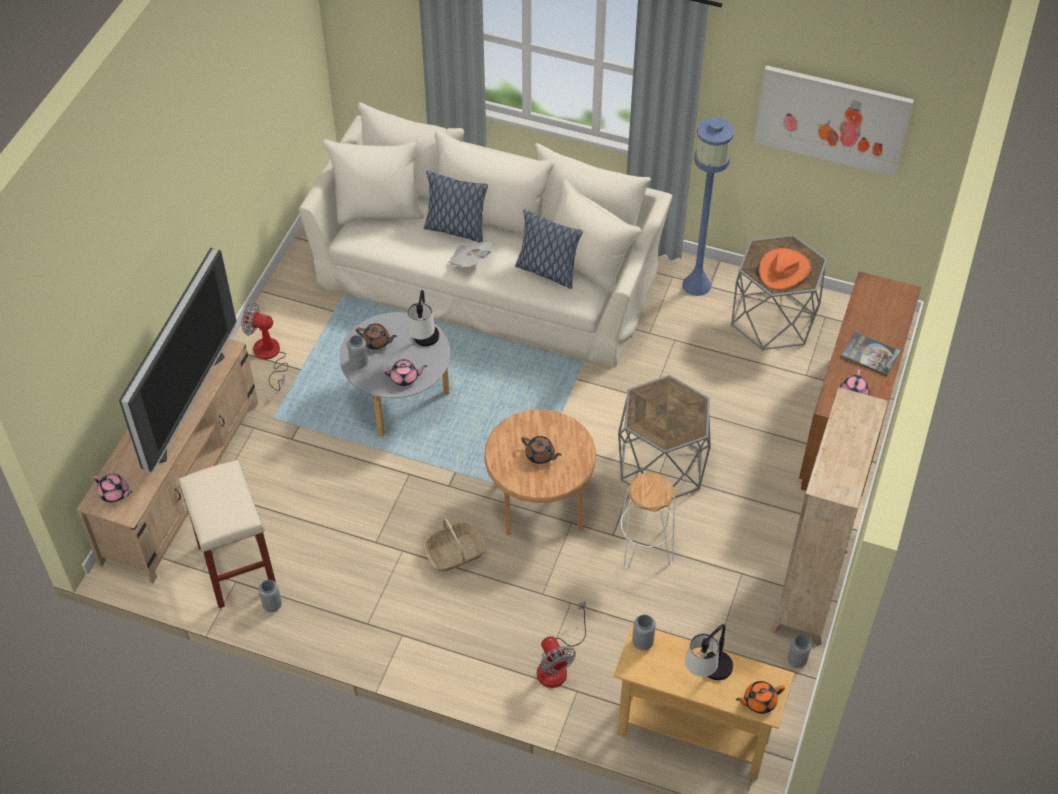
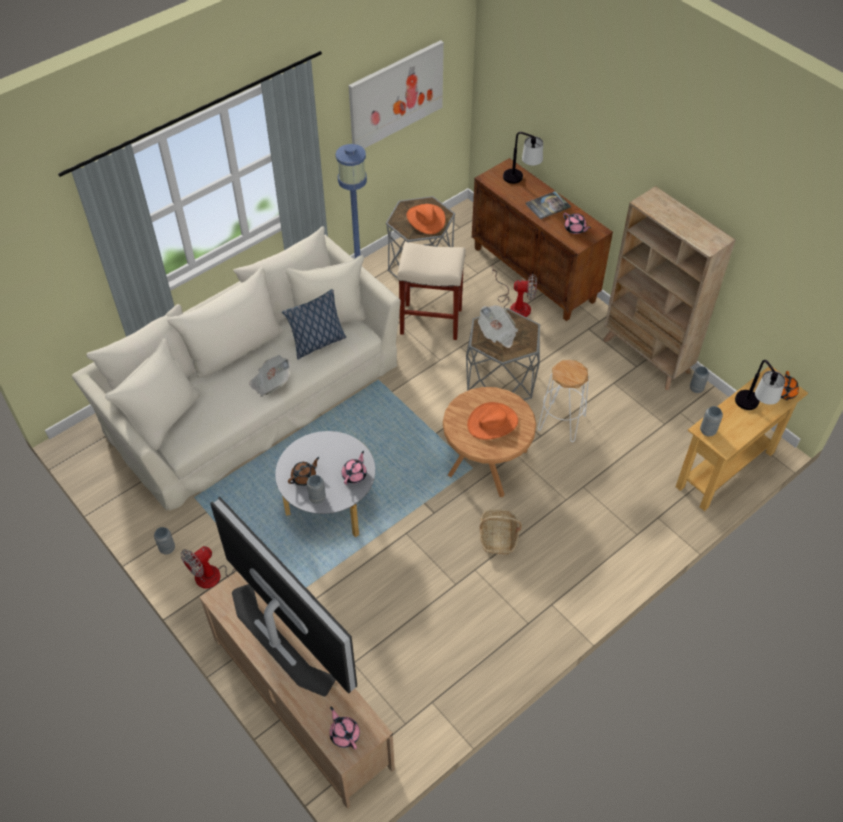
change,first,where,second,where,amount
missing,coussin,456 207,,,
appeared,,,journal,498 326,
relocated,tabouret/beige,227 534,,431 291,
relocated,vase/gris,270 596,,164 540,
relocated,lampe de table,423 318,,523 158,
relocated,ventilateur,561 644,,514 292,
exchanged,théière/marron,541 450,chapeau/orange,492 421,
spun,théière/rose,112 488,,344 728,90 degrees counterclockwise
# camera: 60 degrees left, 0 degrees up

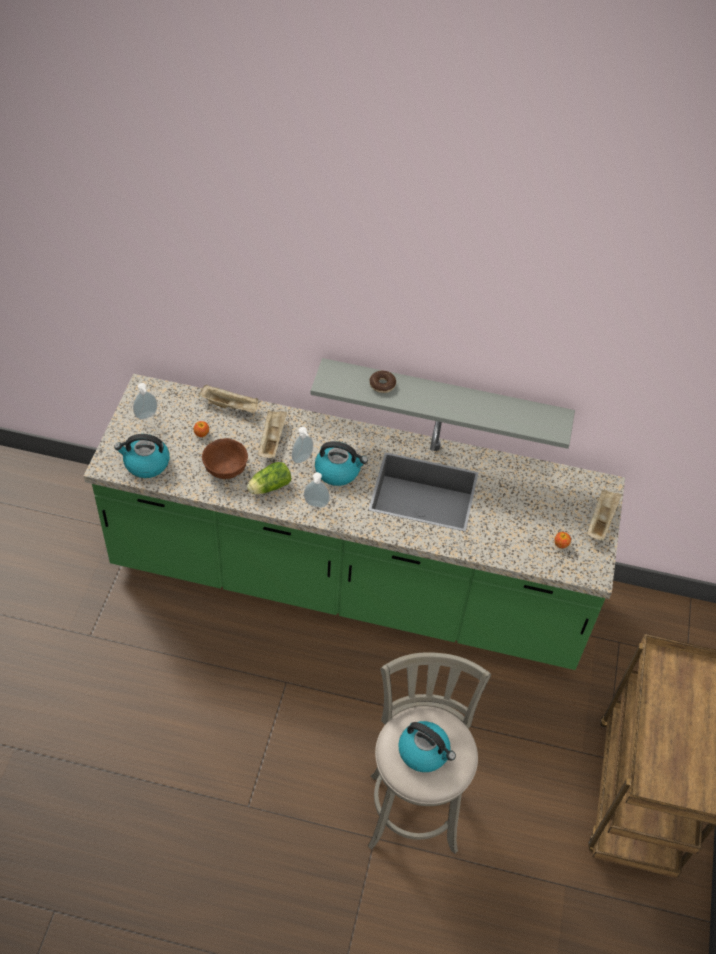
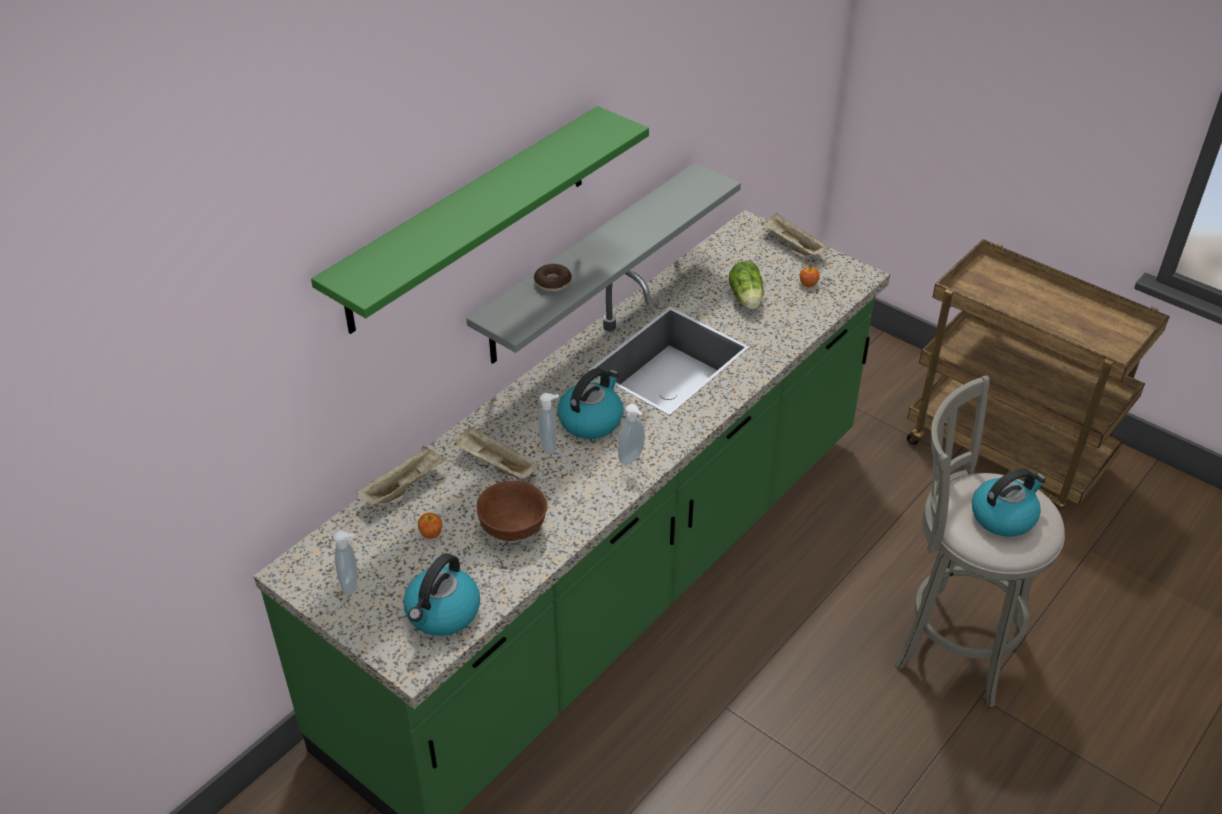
change,first,where,second,where,amount
appeared,,,étagère/vert,480 220,
relocated,laitue,269 478,,746 285,
# camera: 60 degrees left, 10 degrees down

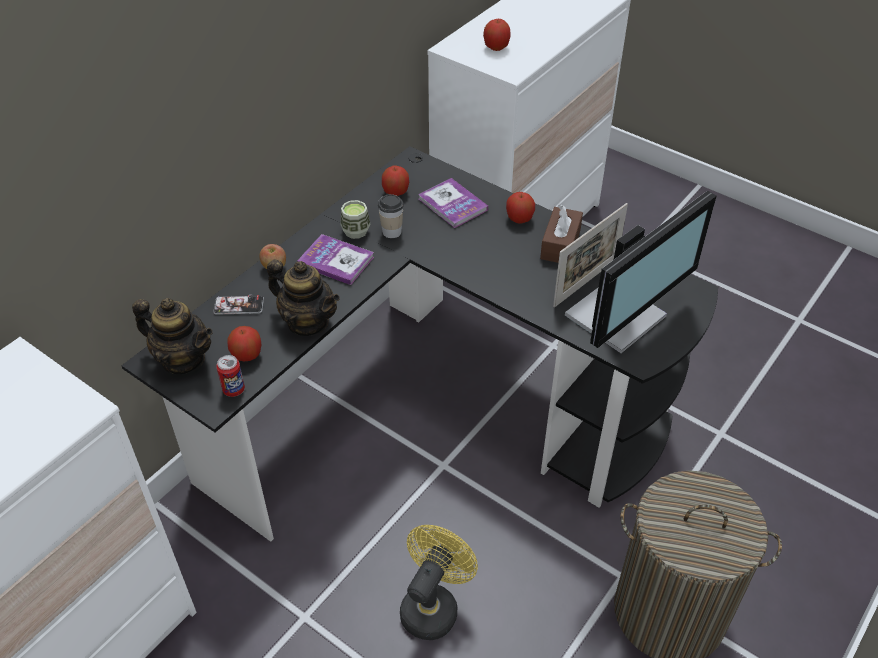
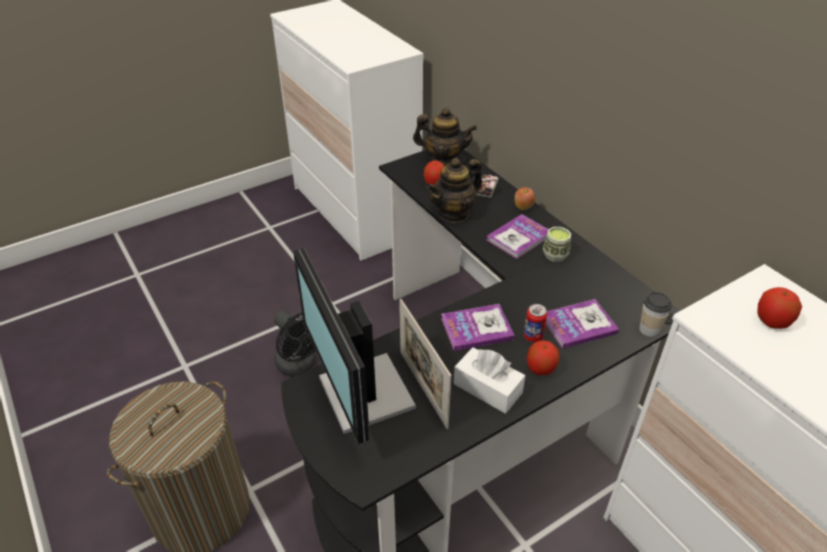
change,first,where,second,where,amount
missing,pomme,395 181,,,
appeared,,,livre,478 327,
relocated,boîte métallique,230 376,,535 323,
relocated,tasse,391 216,,655 314,
colour,ventilateur/jaune,439 582,ventilateur/noir,295 343,
colour,boîte à mouchoirs/marron,561 234,boîte à mouchoirs/blanc,489 380,
spun,théière,172 336,,445 136,120 degrees counterclockwise
# camera: 110 degrees right, 5 degrees down

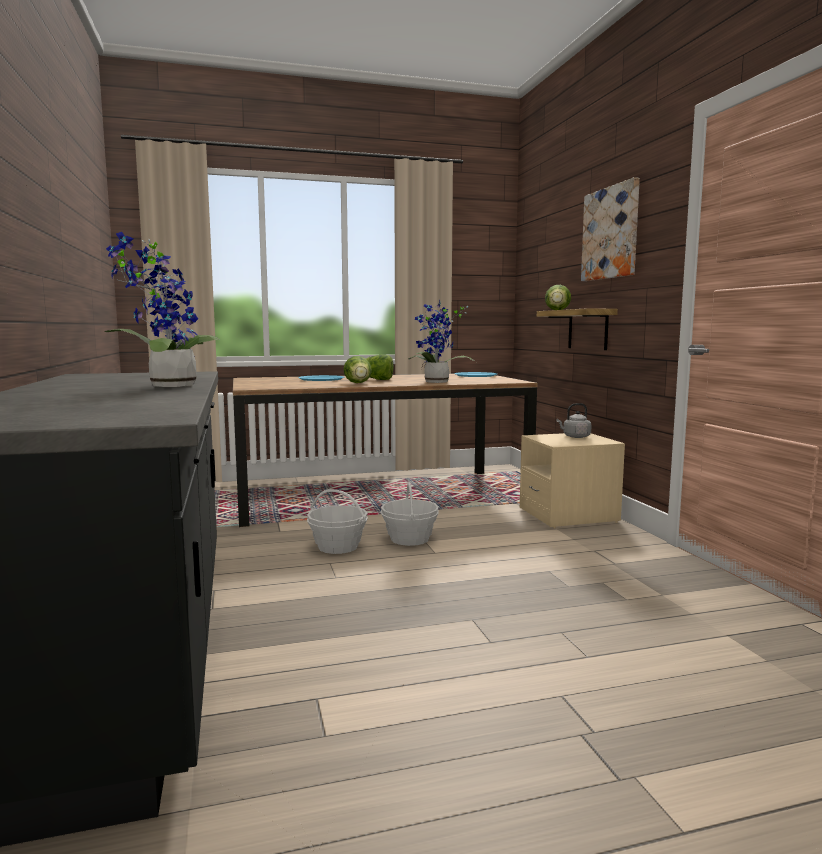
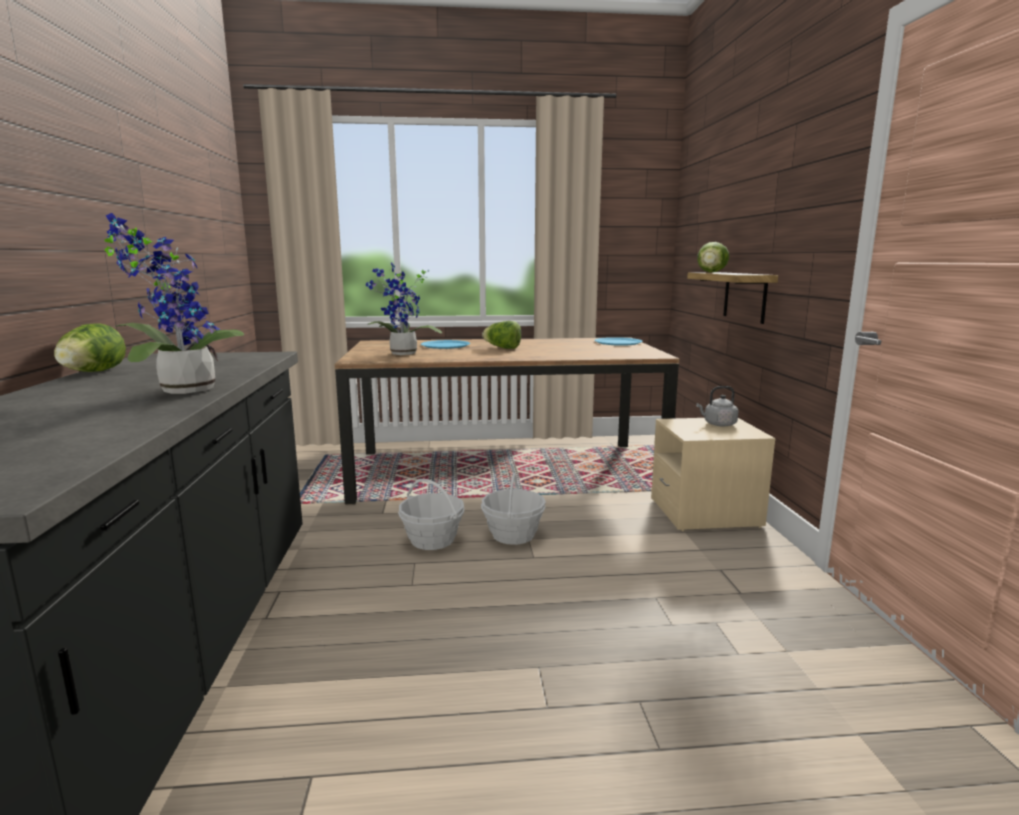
change,first,where,second,where,amount
missing,tableau,610 229,,,
relocated,laitue,357 369,,90 347,
relocated,plante en pot,442 341,,404 308,
# camera: 10 degrees right, 5 degrees up

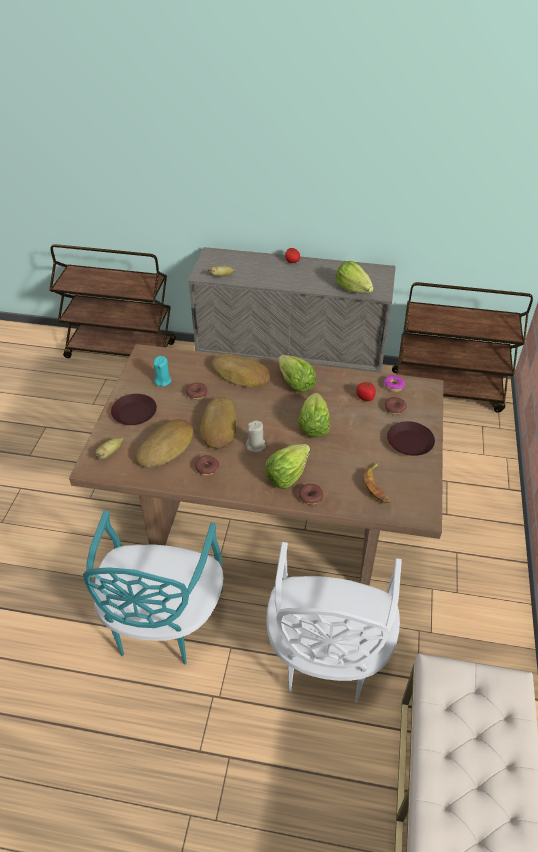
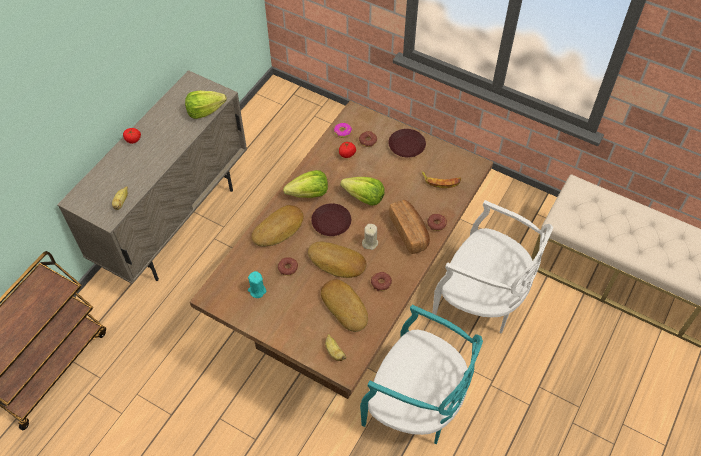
change,first,where,second,where,amount
missing,chariot/marron,462 347,,,
relocated,assiette/marron,134 409,,331 219,
exchanged,laitue,287 466,pain,409 227,
# camera: 70 degrees left, 10 degrees up

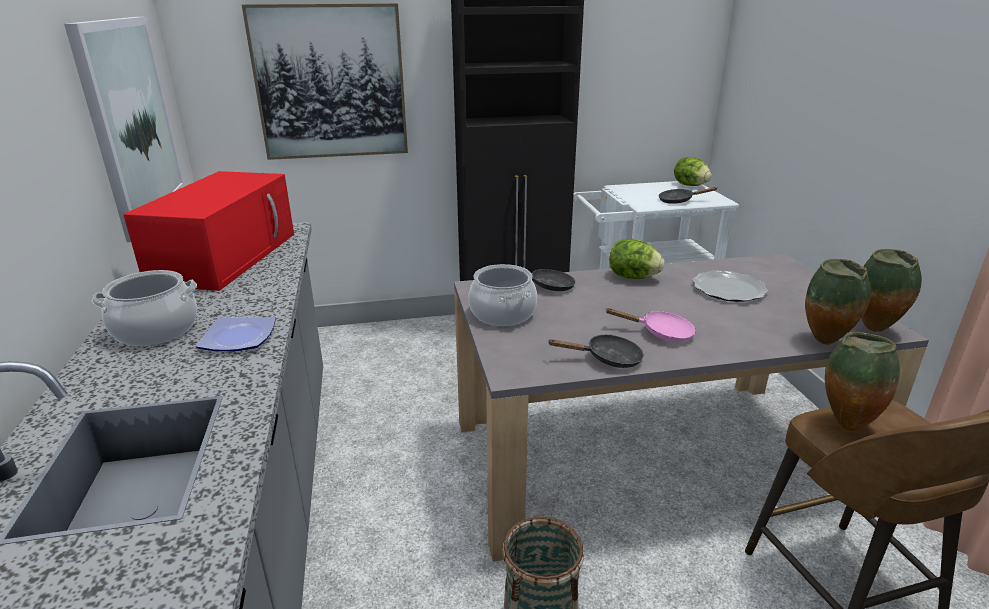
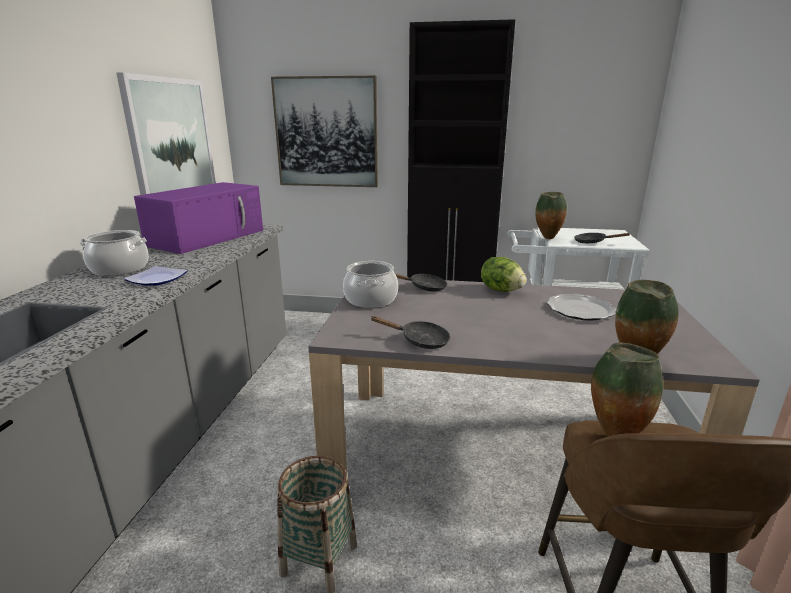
change,first,where,second,where,amount
missing,poêle/rose,651 325,,,
missing,laitue,693 171,,,
relocated,vase,891 290,,551 215,
colour,micro-ondes/rouge,208 231,micro-ondes/violet,198 218,
# camera: 20 degrees right, 5 degrees down

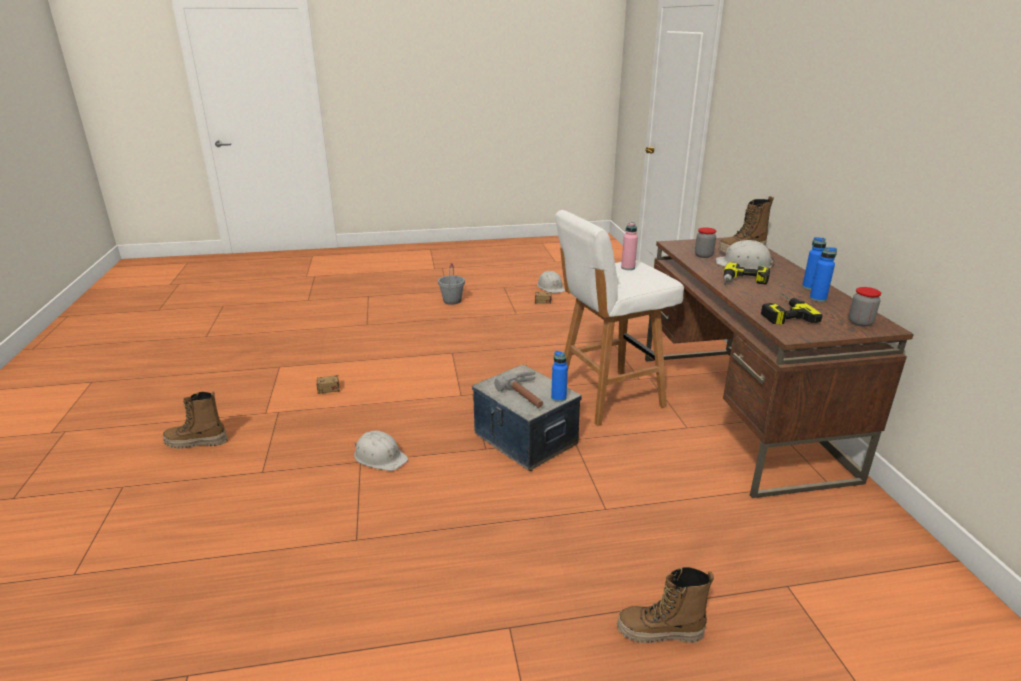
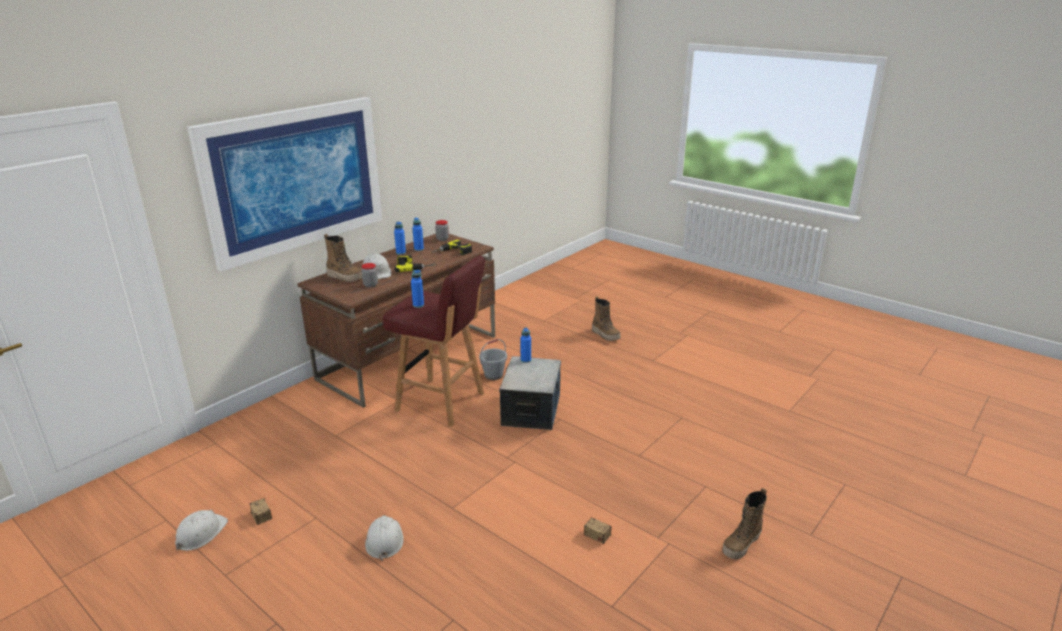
change,first,where,second,where,amount
missing,marteau,518 389,,,
appeared,,,tableau,284 184,
relocated,casque de chantier/blanc,381 451,,384 538,
relocated,seau/gris,451 284,,493 359,
colour,tabouret/blanc,619 318,tabouret/rouge,434 341,
colour,bouteille/rose,629 246,bouteille/bleu,417 289,
spun,botte,195 420,,744 524,90 degrees clockwise
# camera: 130 degrees left, 0 degrees up

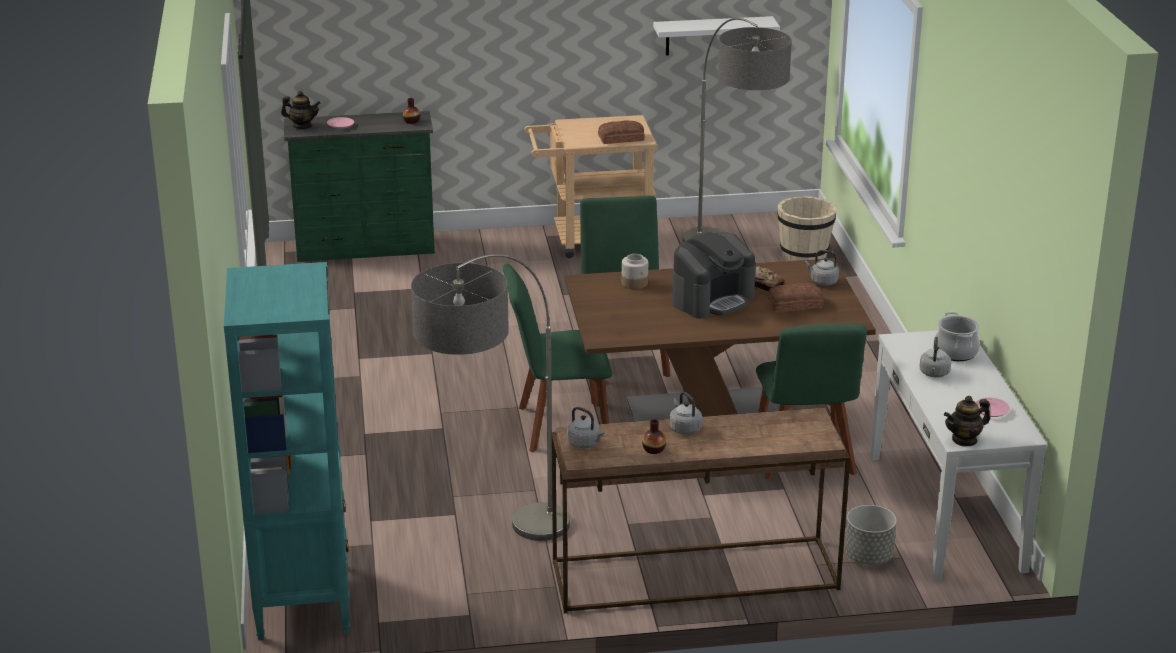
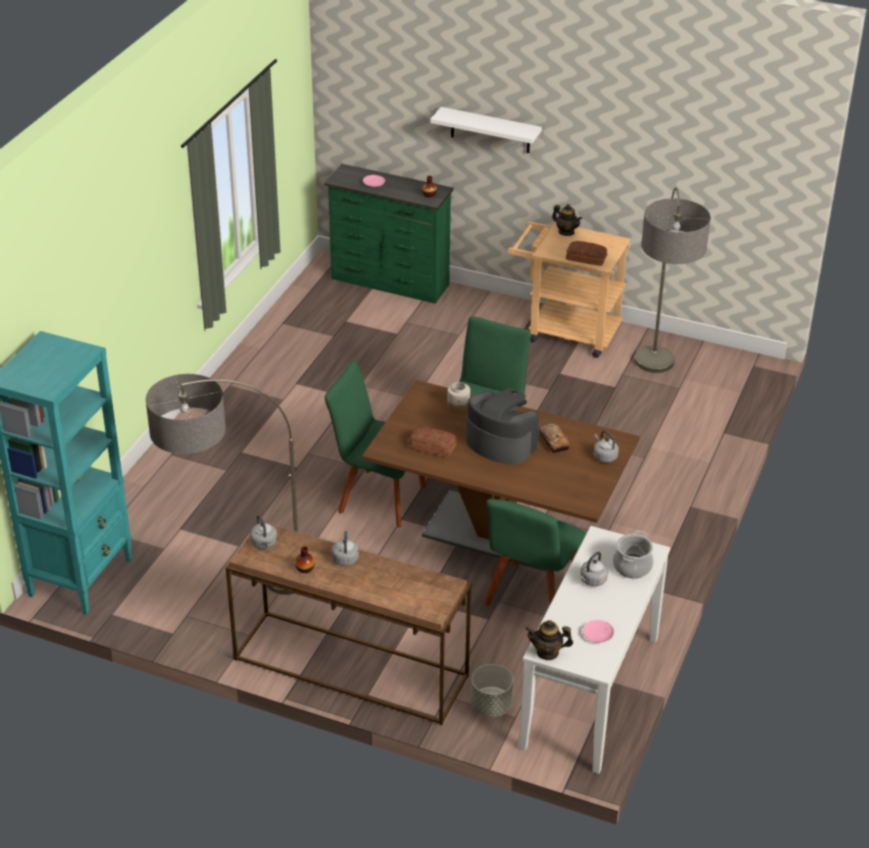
change,first,where,second,where,amount
missing,seau/beige,807 228,,,
relocated,théière,301 110,,567 220,
relocated,étagère/blanc,716 35,,486 130,
relocated,pain,795 297,,432 442,
spun,machine à café,714 275,,503 426,135 degrees counterclockwise
# camera: 30 degrees right, 10 degrees up

